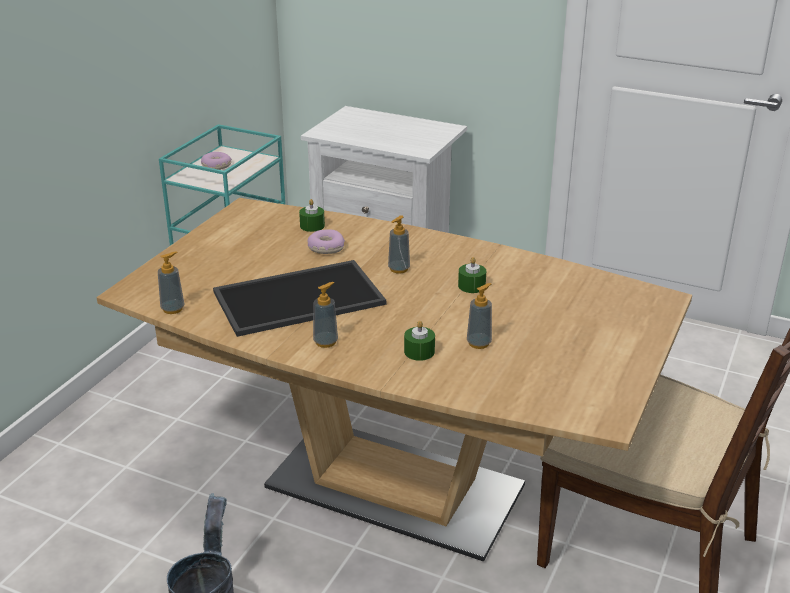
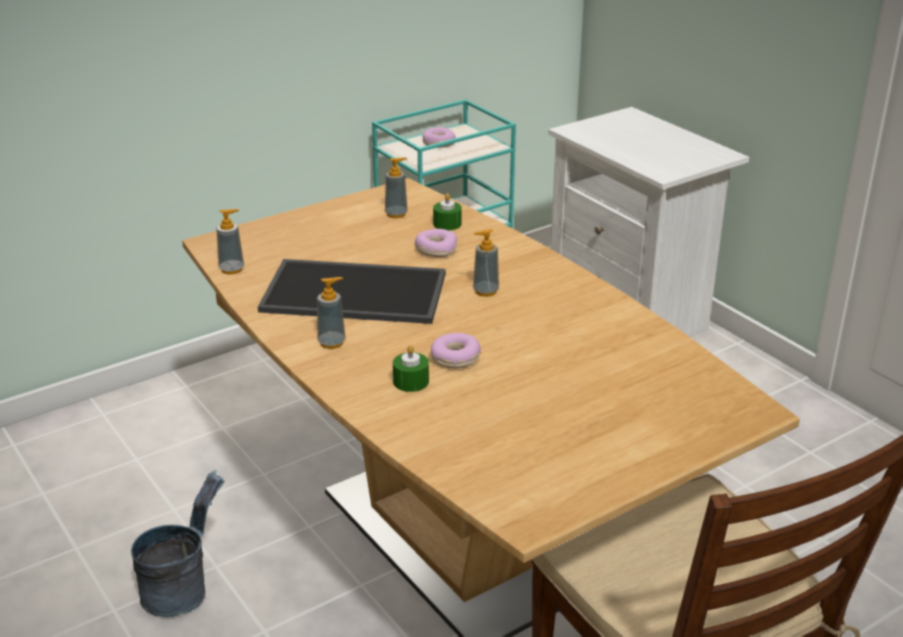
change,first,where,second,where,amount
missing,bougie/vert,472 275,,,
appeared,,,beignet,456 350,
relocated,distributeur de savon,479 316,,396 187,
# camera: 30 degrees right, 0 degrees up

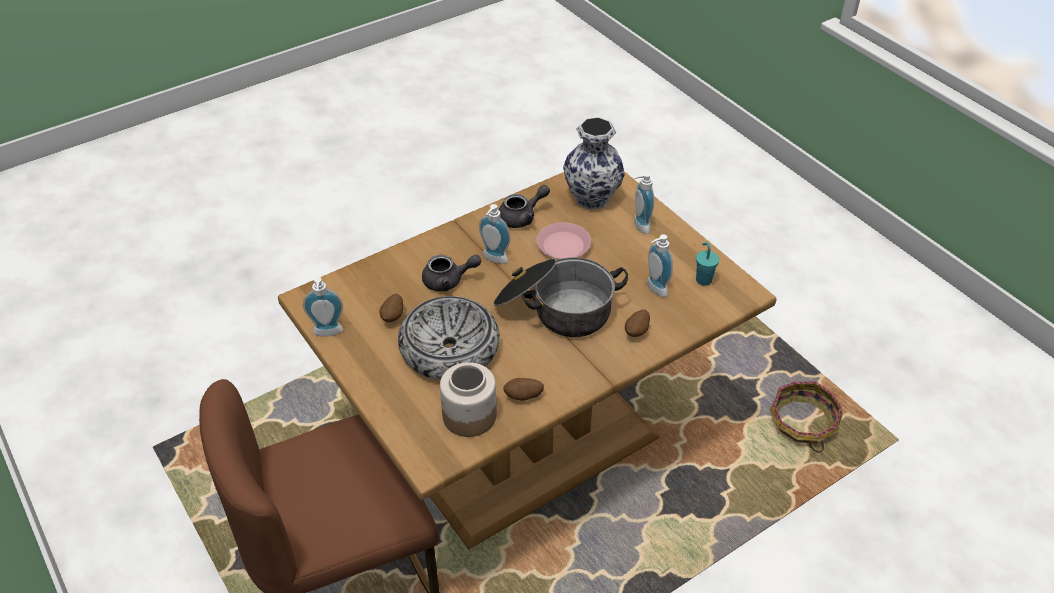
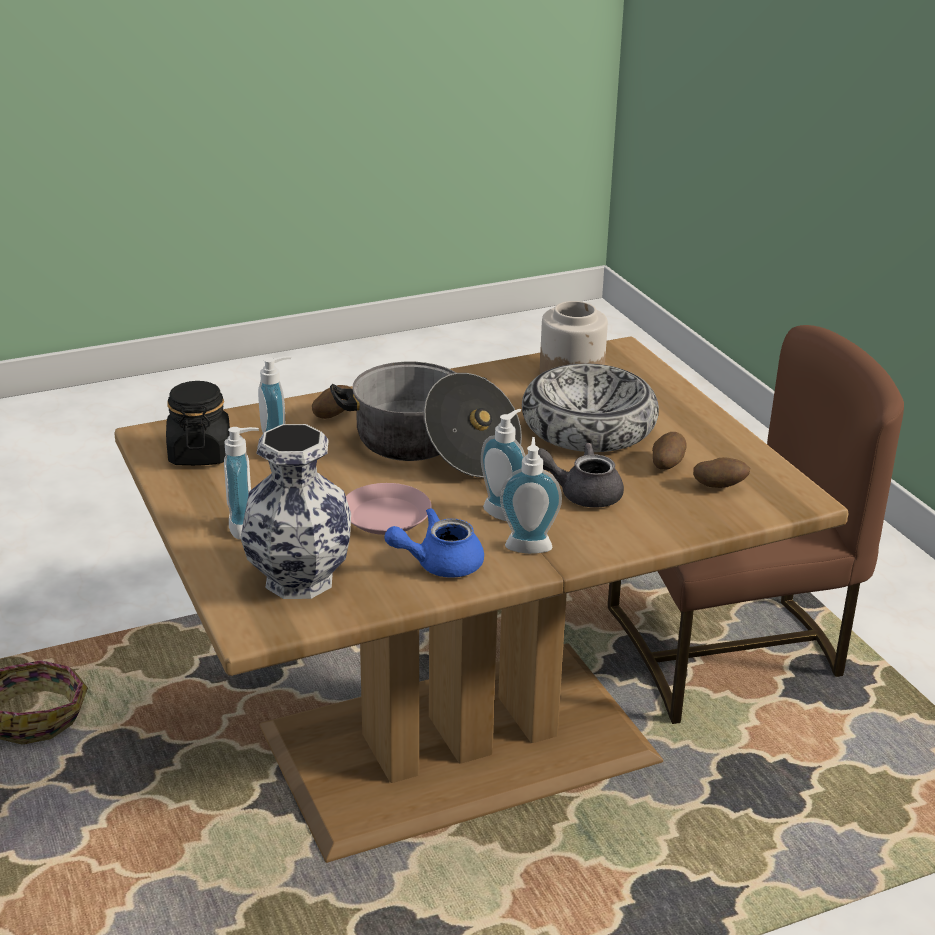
change,first,where,second,where,amount
relocated,distributeur de savon,323 307,,531 495,
relocated,pomme de terre,523 389,,721 472,
exchanged,tasse/turquoise,707 264,bocal/noir,198 423,
colour,théière/gris,524 206,théière/bleu,434 543,
# camera: 170 degrees left, 15 degrees down

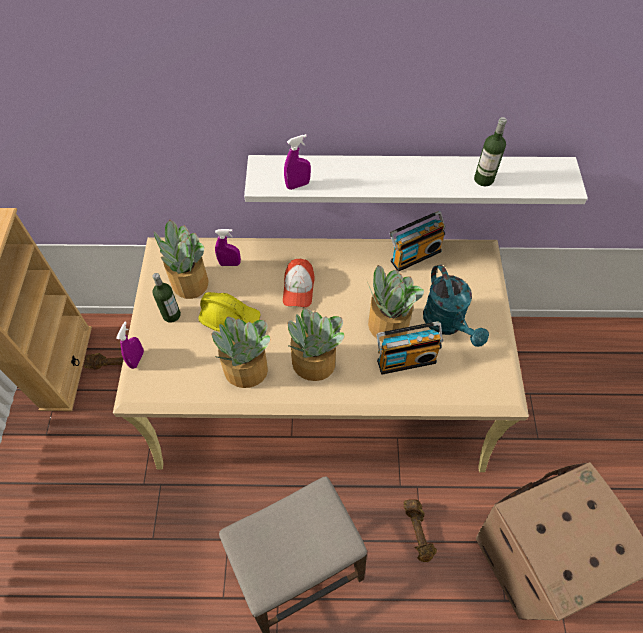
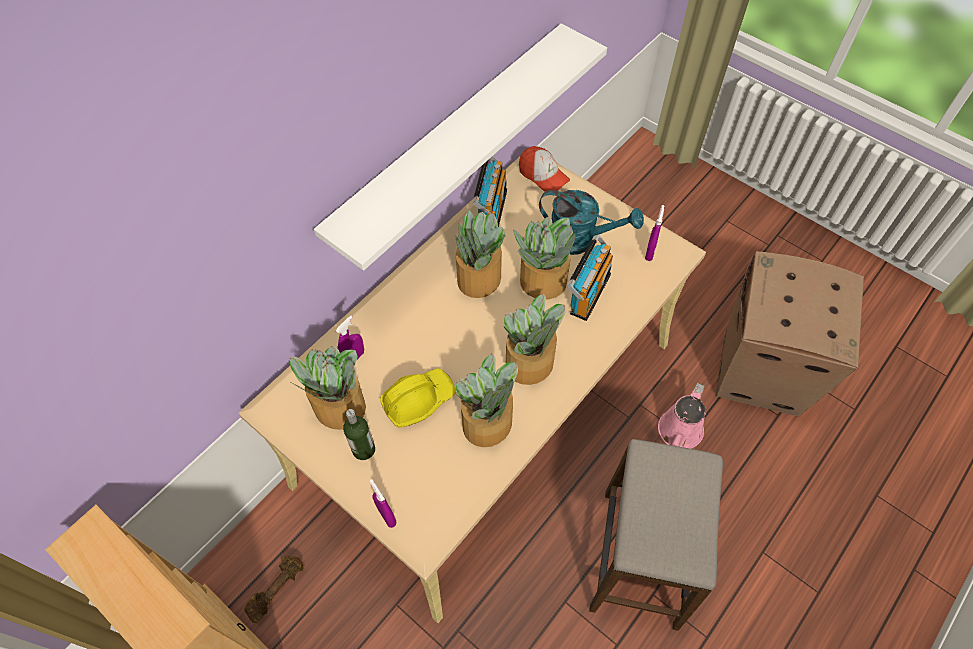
change,first,where,second,where,amount
missing,bouteille,490 151,,,
appeared,,,plante en pot,479 254,
relocated,casquette,299 283,,544 169,
relocated,vaporisateur/violet,297 162,,654 233,
exchanged,haltère/marron,420 530,arrosoir/rose,682 416,
# camera: 50 degrees left, 0 degrees up

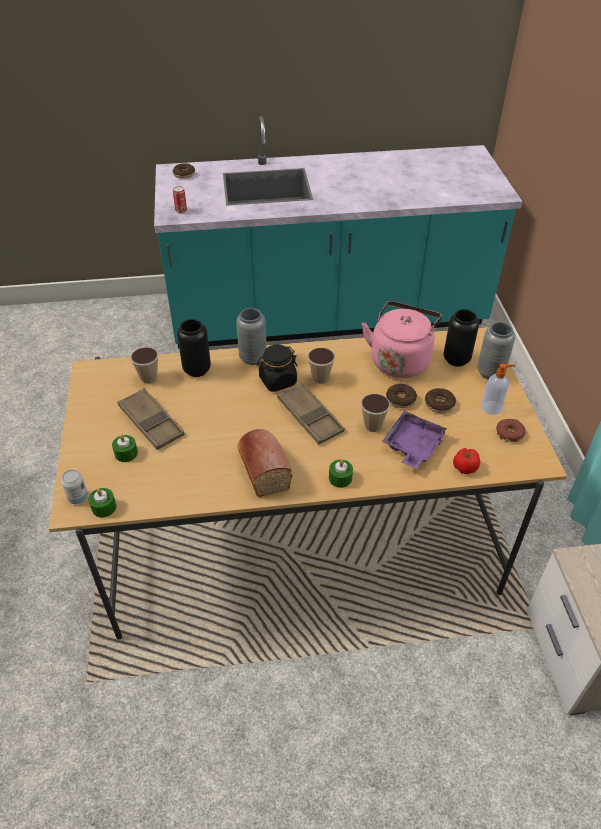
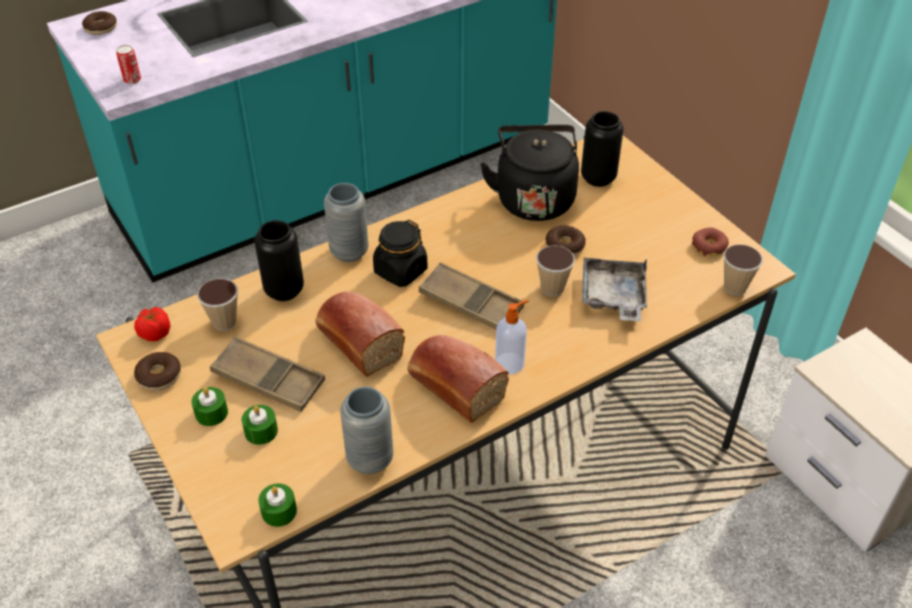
change,first,where,second,where,amount
missing,boîte métallique,74 487,,,
appeared,,,pain,360 334,
relocated,tasse,321 366,,743 269,
relocated,bougie/vert,341 474,,209 406,
relocated,beignet,440 400,,157 371,
relocated,tomate,466 461,,152 324,
relocated,vase/gris,496 350,,366 430,
relocated,distributeur de savon,498 389,,512 337,
colour,bouilloire/rose,402 339,bouilloire/noir,529 173,
colour,plateau/violet,415 440,plateau/gris,614 289,
# camera: 25 degrees left, 0 degrees up

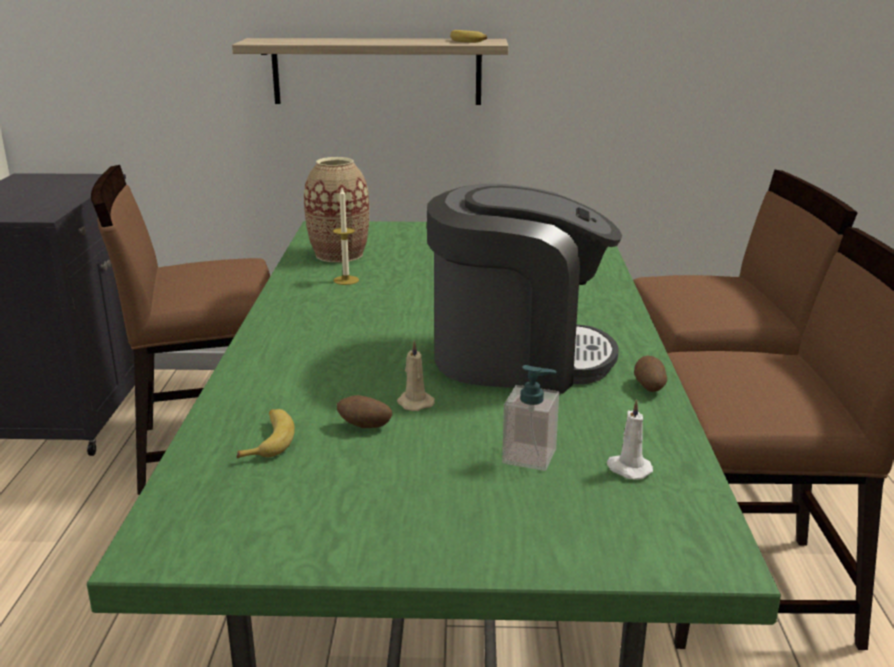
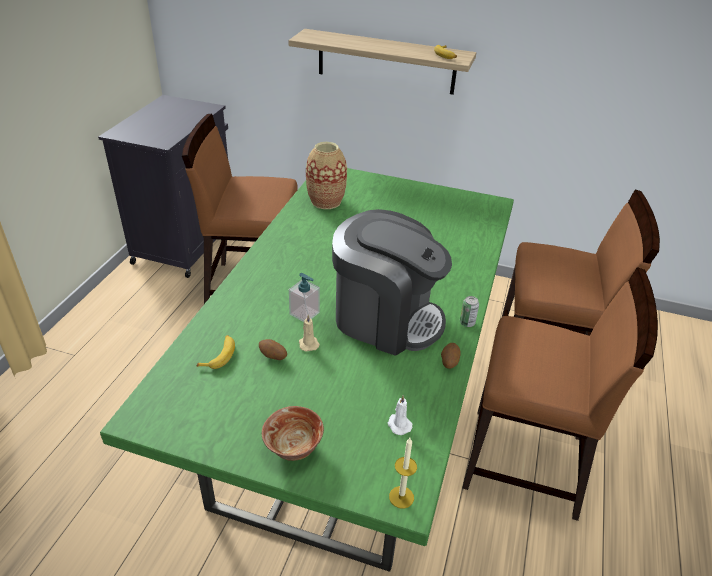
change,first,where,second,where,amount
appeared,,,bol,293 433,
appeared,,,boîte métallique,469 311,
relocated,bougie,346 236,,403 473,
relocated,distributeur de savon,530 418,,304 297,
# camera: 15 degrees right, 15 degrees up

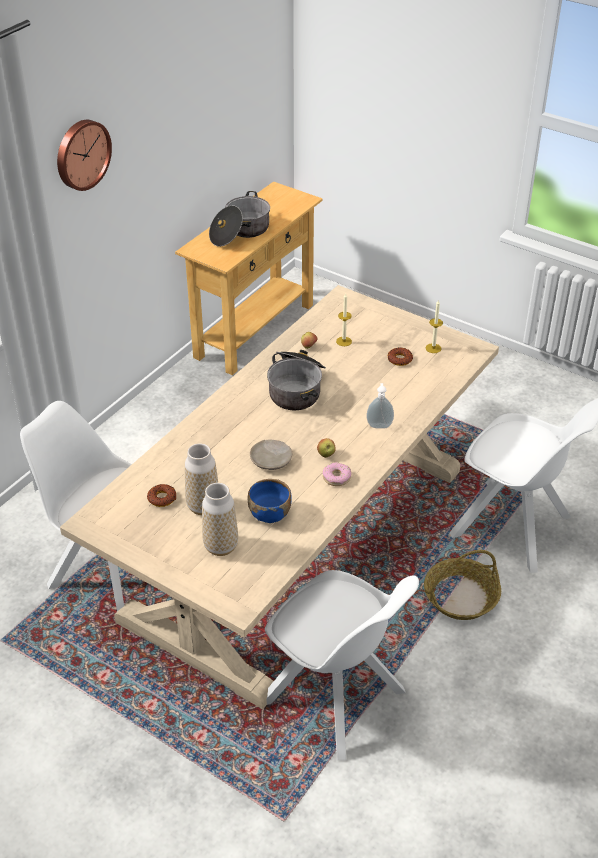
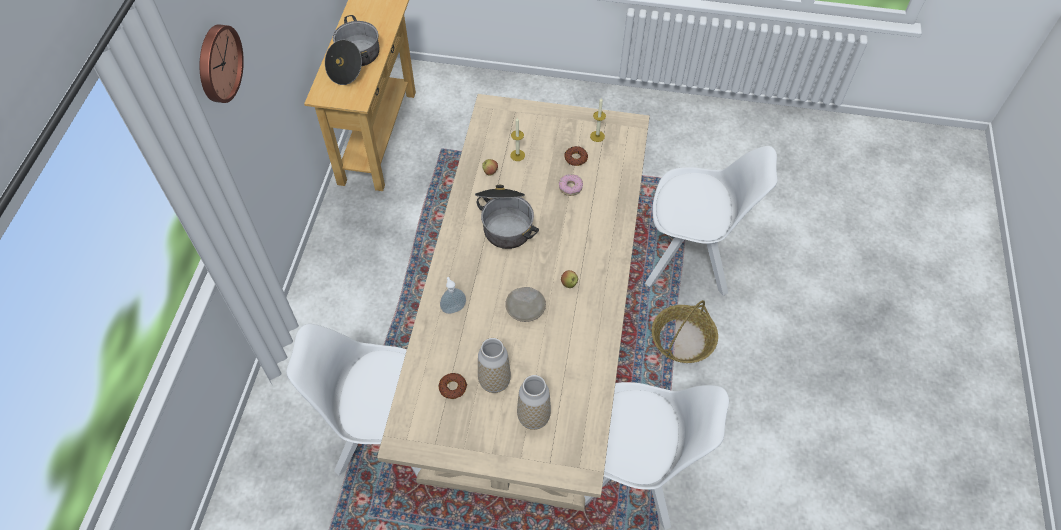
change,first,where,second,where,amount
missing,bol/bleu,270 501,,,
relocated,beignet,337 474,,571 185,
relocated,distributeur de savon,380 406,,453 295,
# camera: 25 degrees left, 15 degrees up

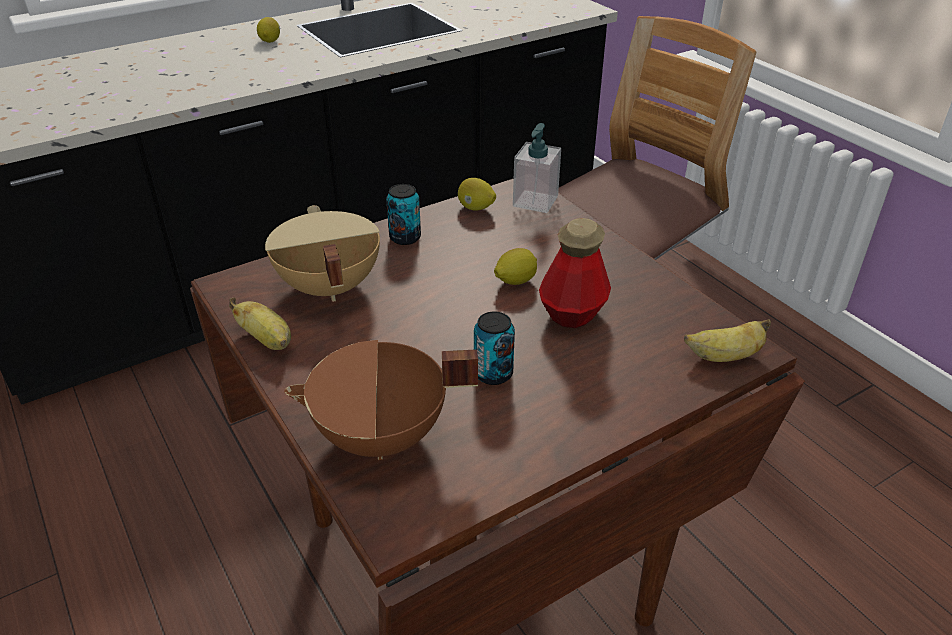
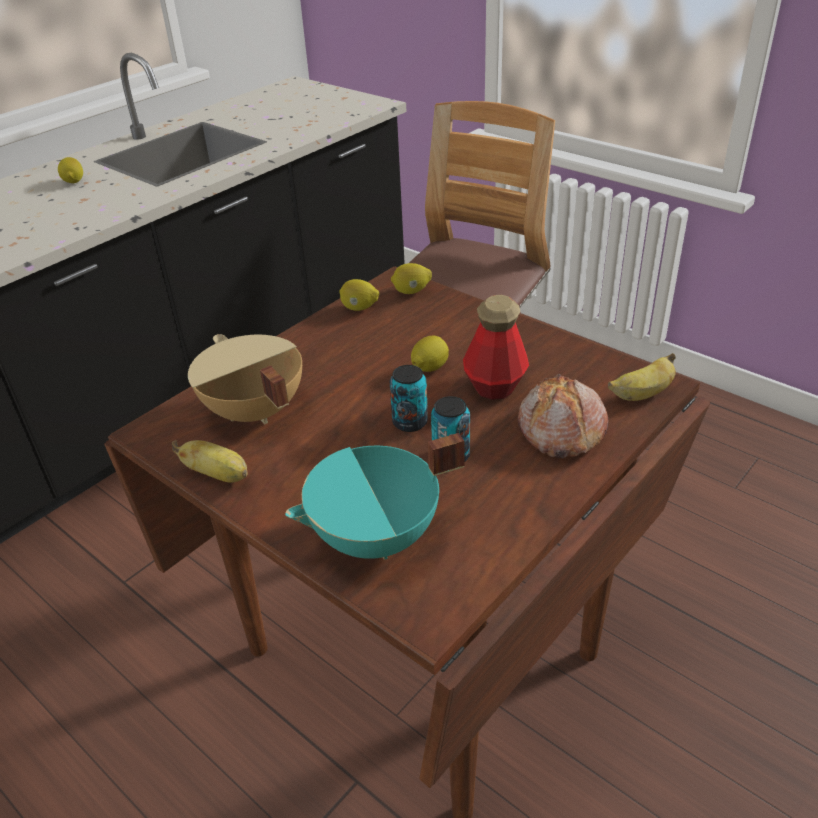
change,first,where,second,where,amount
appeared,,,pain,563 416,
relocated,boîte métallique,403 214,,409 398,
exchanged,distributeur de savon,537 168,citron,411 278,
colour,marmite/marron,381 400,marmite/turquoise,374 496,
# camera: 15 degrees left, 0 degrees up

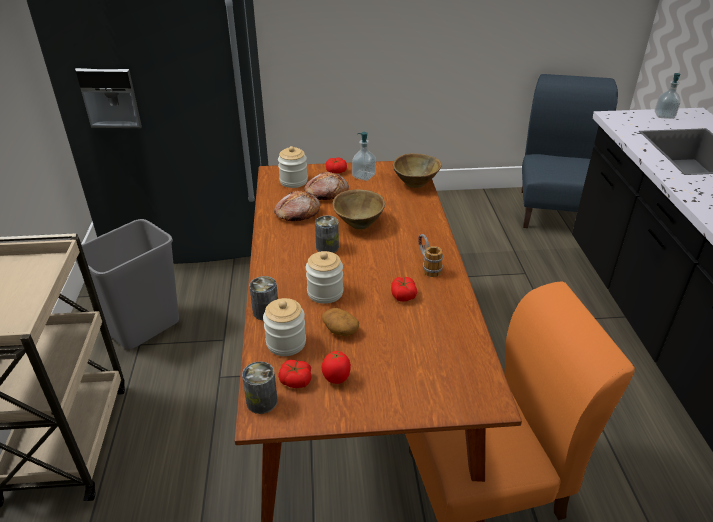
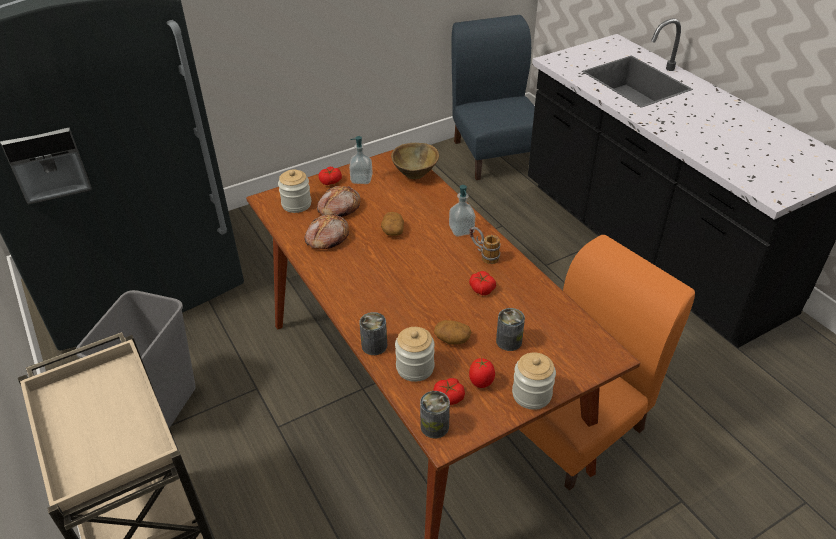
change,first,where,second,where,amount
relocated,bocal,324 277,,534 381,
relocated,boîte métallique,327 234,,510 329,
relocated,distributeur de savon,668 96,,462 211,
exchanged,bol/marron,358 209,pomme de terre,392 224,
# camera: 25 degrees left, 5 degrees up

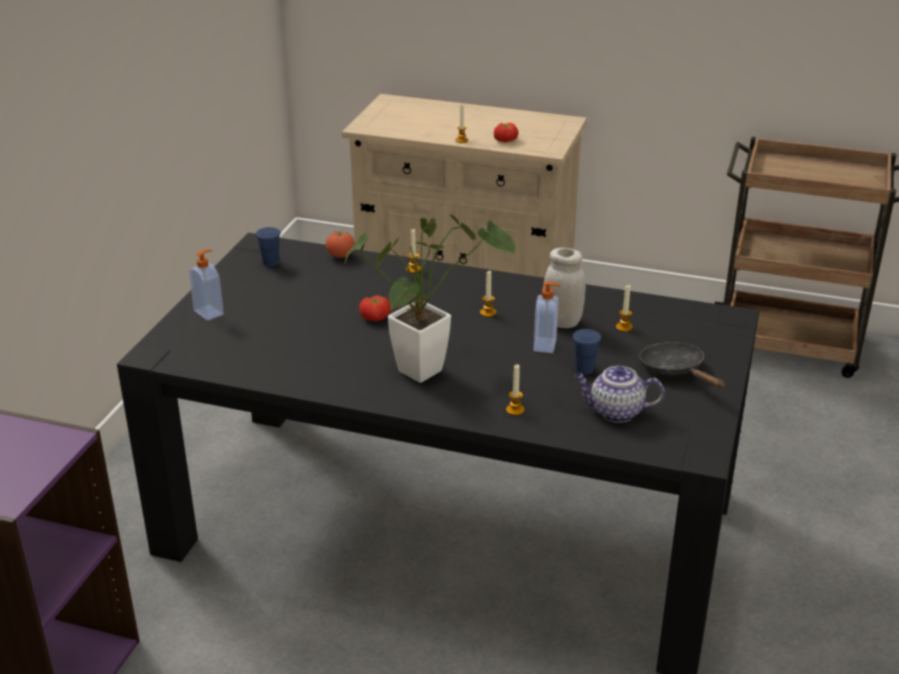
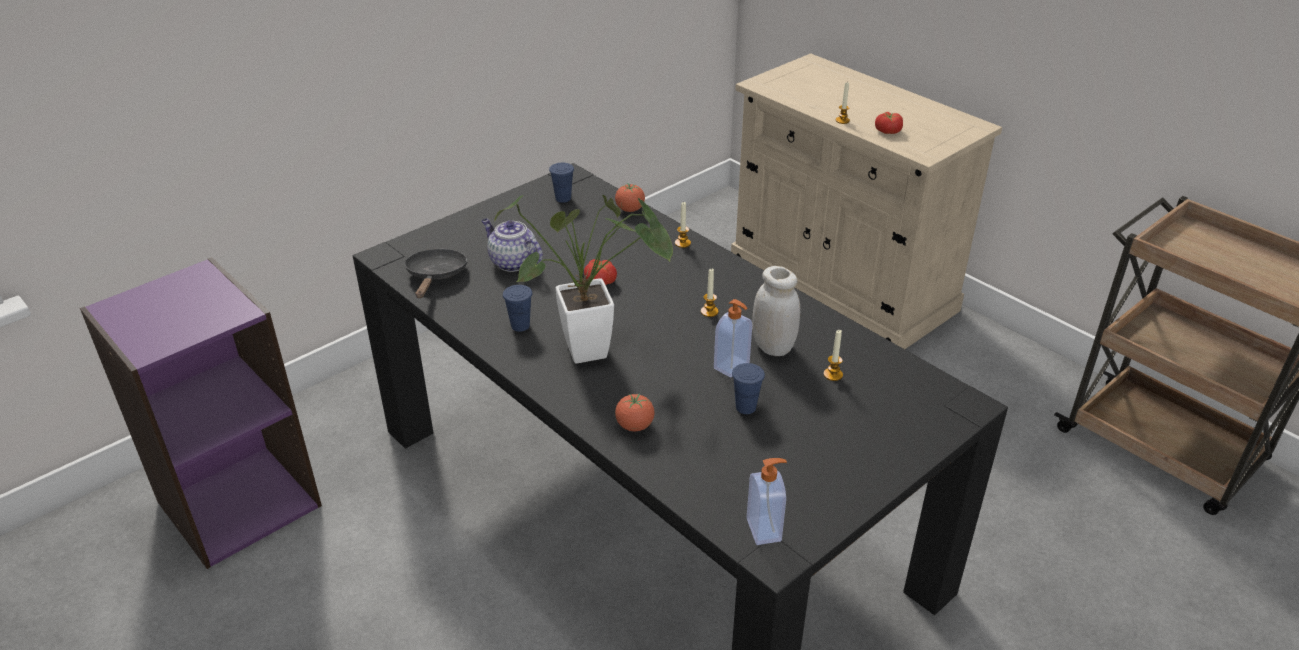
change,first,where,second,where,amount
appeared,,,tasse/bleu,517 308,
relocated,distributeur de savon,206 285,,767 501,
relocated,théière,619 394,,512 245,
relocated,poêle/noir,682 365,,435 273,
exchanged,bougie,515 390,tomate,635 413,
# camera: 30 degrees right, 5 degrees up

